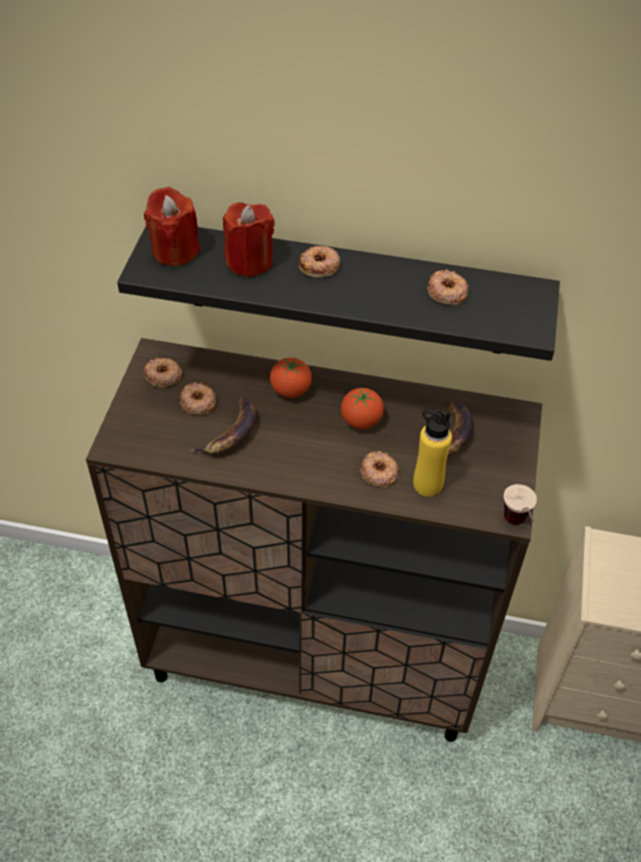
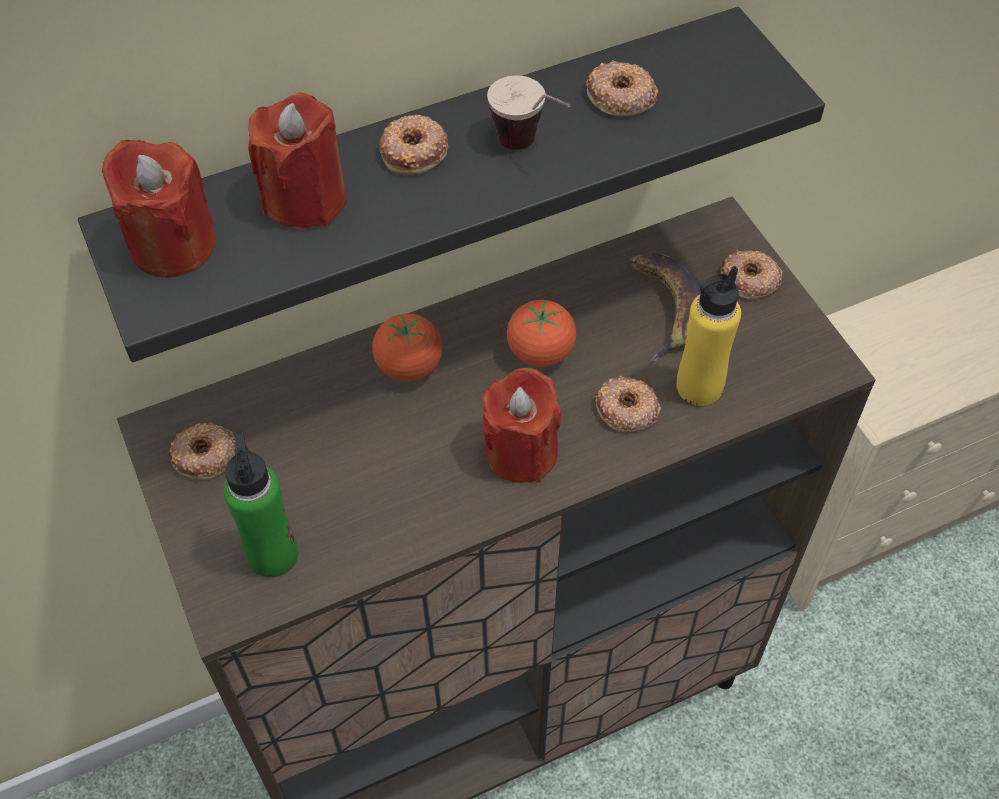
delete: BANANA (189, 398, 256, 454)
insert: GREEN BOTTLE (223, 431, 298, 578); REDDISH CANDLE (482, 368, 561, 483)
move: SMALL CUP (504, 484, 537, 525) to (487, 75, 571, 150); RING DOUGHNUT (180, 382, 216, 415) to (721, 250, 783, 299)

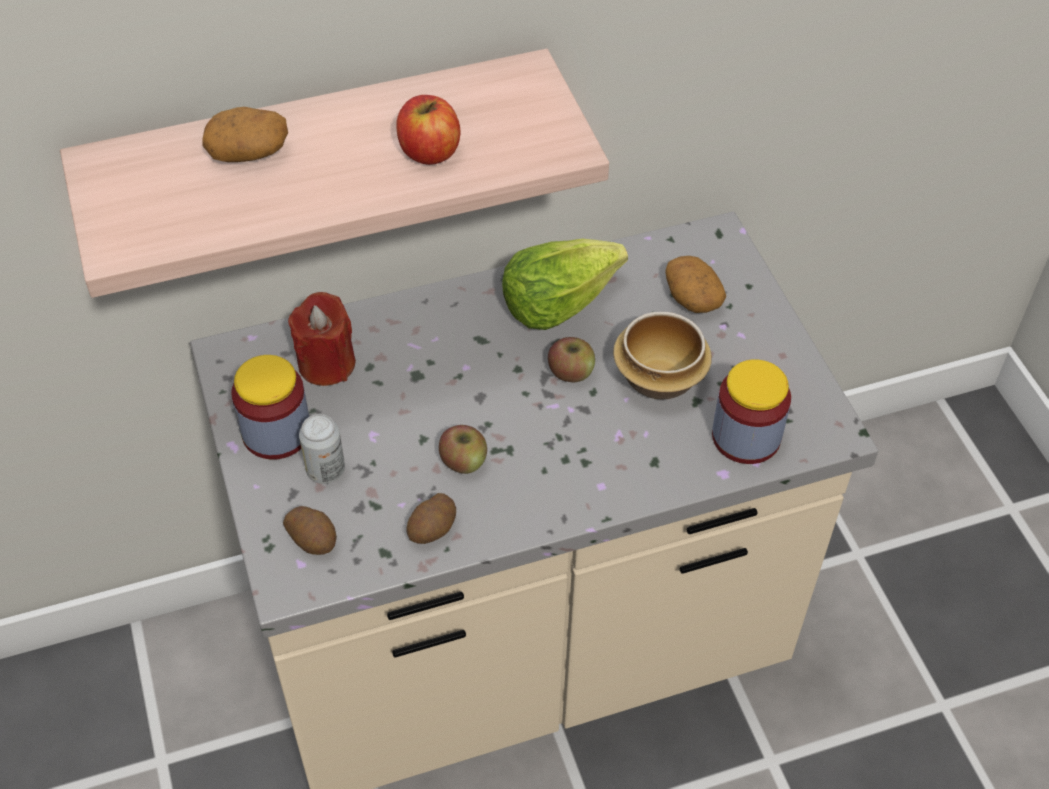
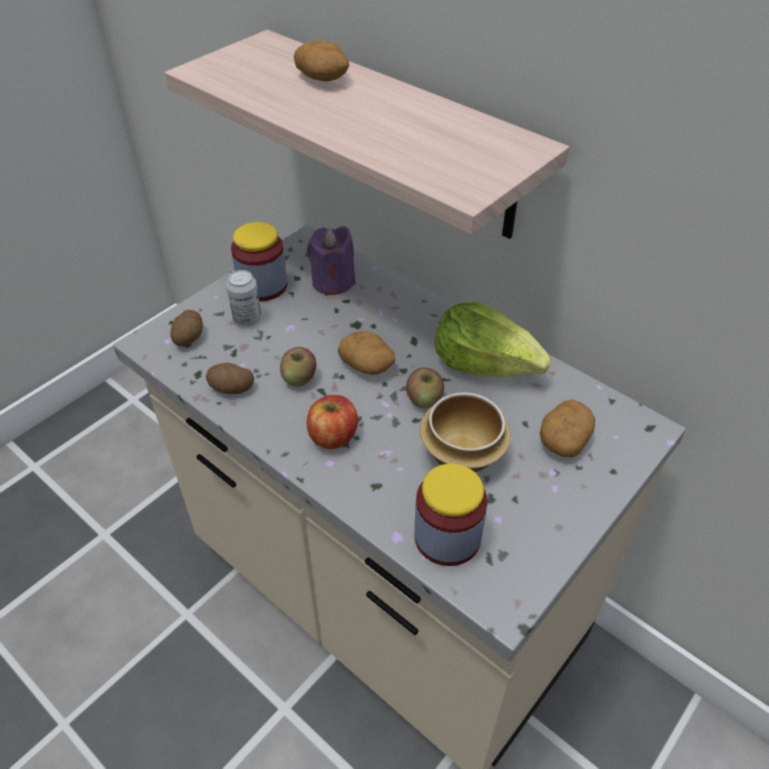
insert: SPUD (338, 331, 395, 375)
move: WHOLE APPLE (397, 95, 461, 165) to (307, 395, 358, 449)
recolor: REDDISH CANDLE (288, 292, 356, 386) to PURPLE CANDLE (307, 226, 356, 296)

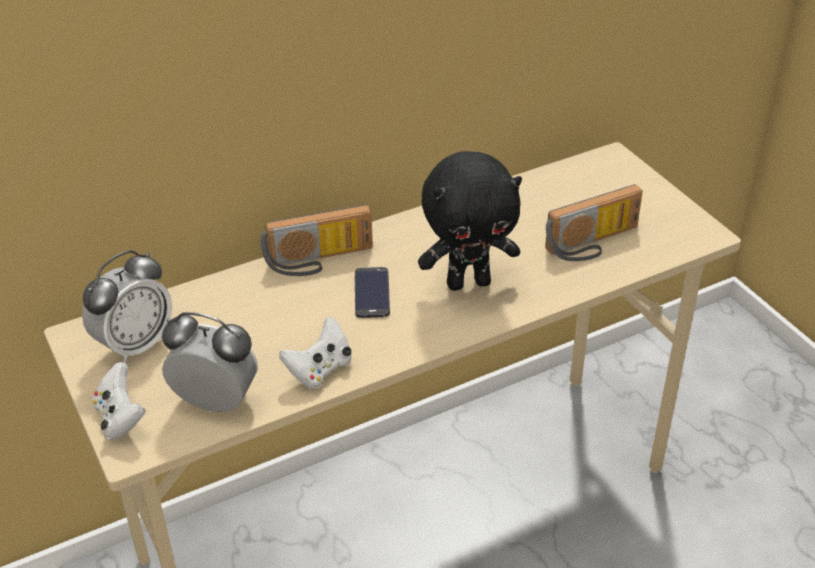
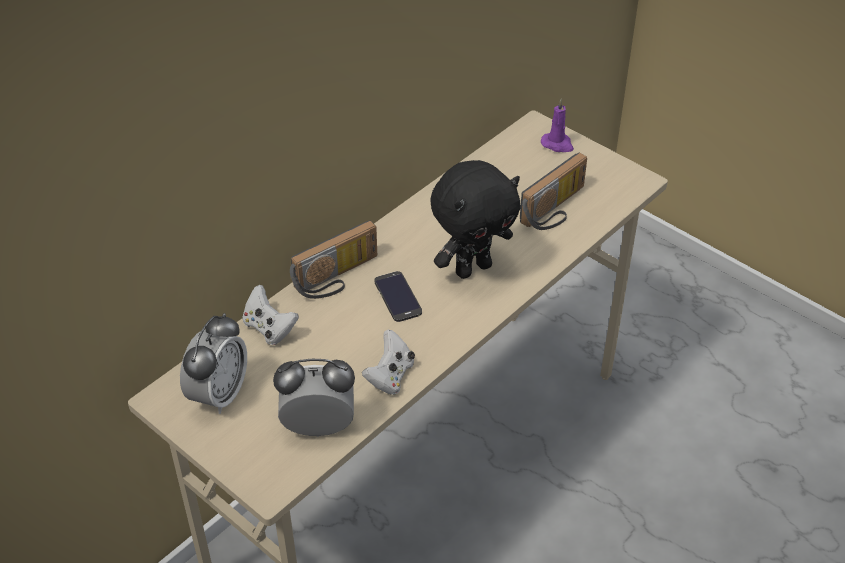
insert: PURPLE CANDLE (541, 99, 574, 152)
move: WHITISH GAME CONTROLLER (92, 362, 146, 440) to (242, 285, 299, 345)

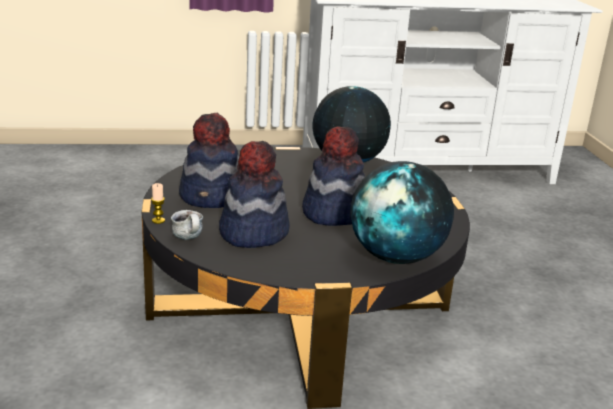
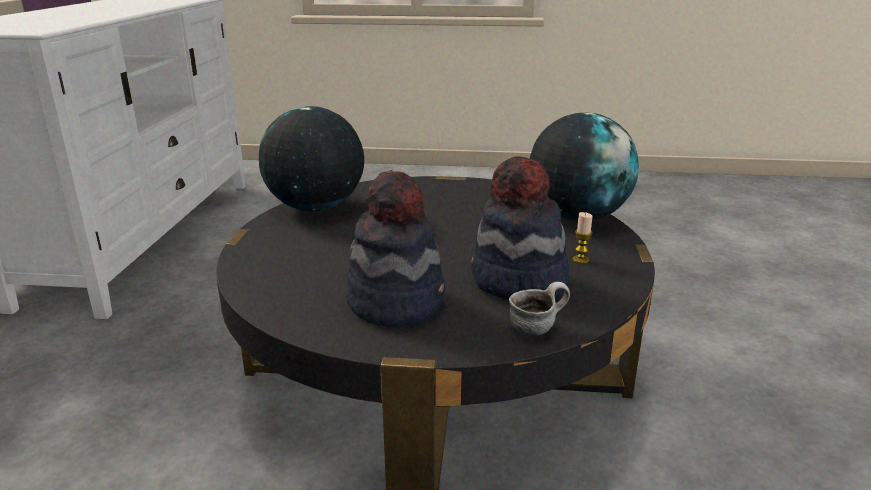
delete: CLOTHING HAT (302, 126, 365, 226)
move: CANDLE (151, 183, 165, 224) to (573, 212, 593, 264)

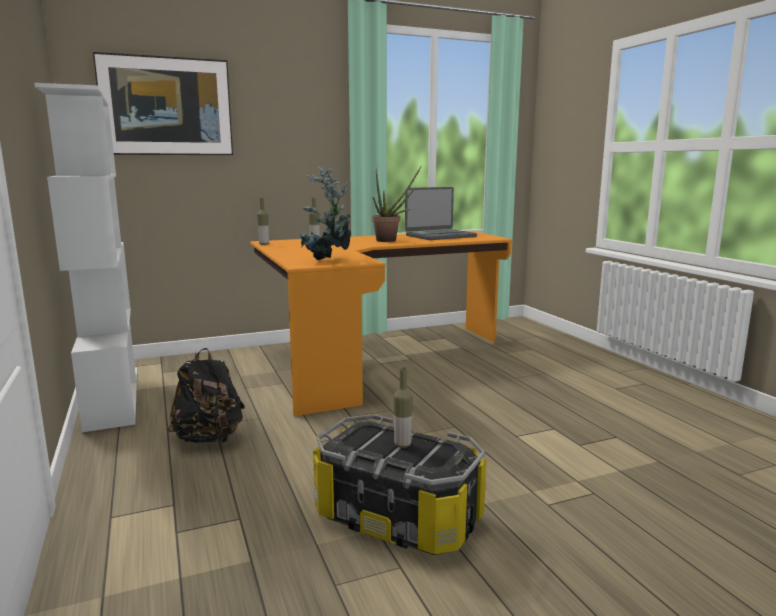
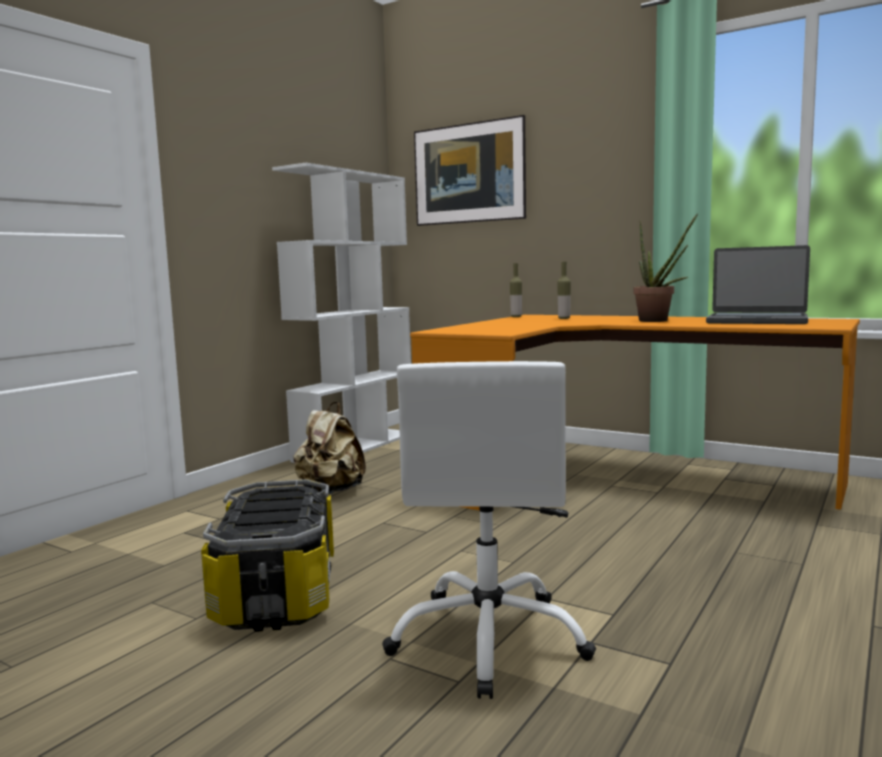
delete: PLANT IN A POT (300, 166, 351, 260); BOTTLE (394, 367, 413, 448)
insert: WHITISH DESK CHAIR (382, 361, 596, 699)
recolor: BLACK RUCKSACK (167, 348, 245, 443) to SAND-COLOURED RUCKSACK (294, 402, 366, 494)

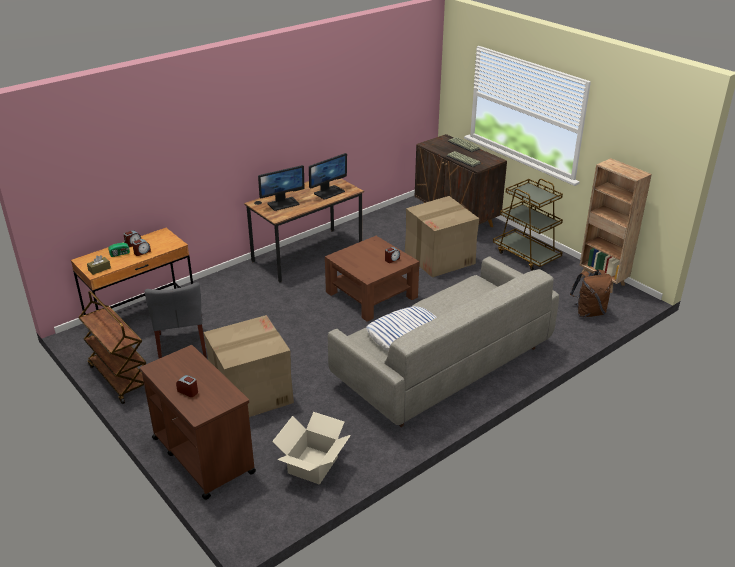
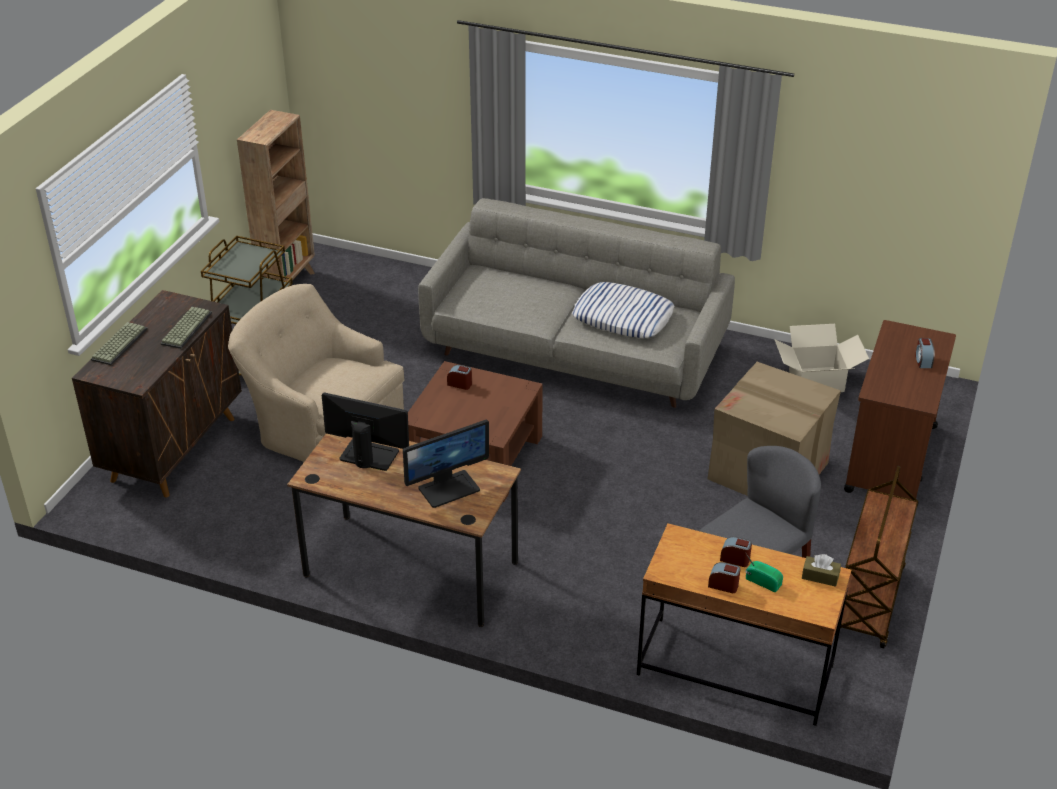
delete: BROWNISH RUCKSACK (570, 269, 612, 317)
replace: CARDBOARD BOX (405, 196, 479, 277) to SAND-COLOURED ARMCHAIR (228, 284, 404, 462)
rotate: COMPUTER DISPLAY (258, 165, 304, 211) = (403, 419, 489, 508) 120 degrees clockwise

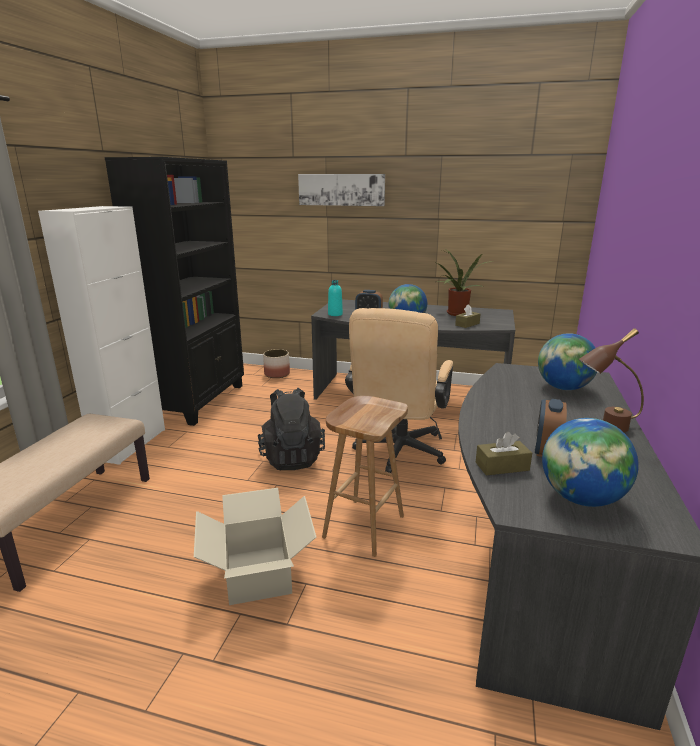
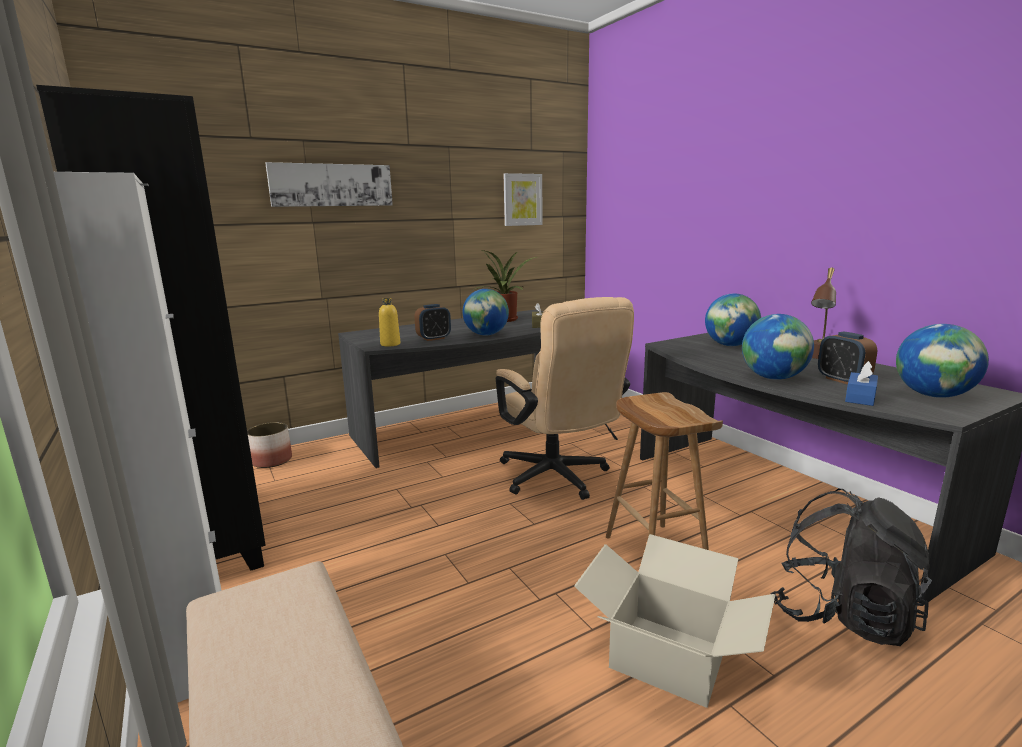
insert: WALL PICTURE (504, 173, 542, 226); DESK GLOBE (742, 314, 814, 380)
move: BLACK RUCKSACK (258, 388, 325, 470) to (770, 489, 932, 646)
recolor: TURQUOISE-COLOURED BOTTLE (328, 280, 343, 316) to YELLOW-COLOURED BOTTLE (379, 298, 400, 347); BROWNISH BOX OF TISSUES (476, 432, 532, 475) to BLUE BOX OF TISSUES (845, 361, 878, 406)

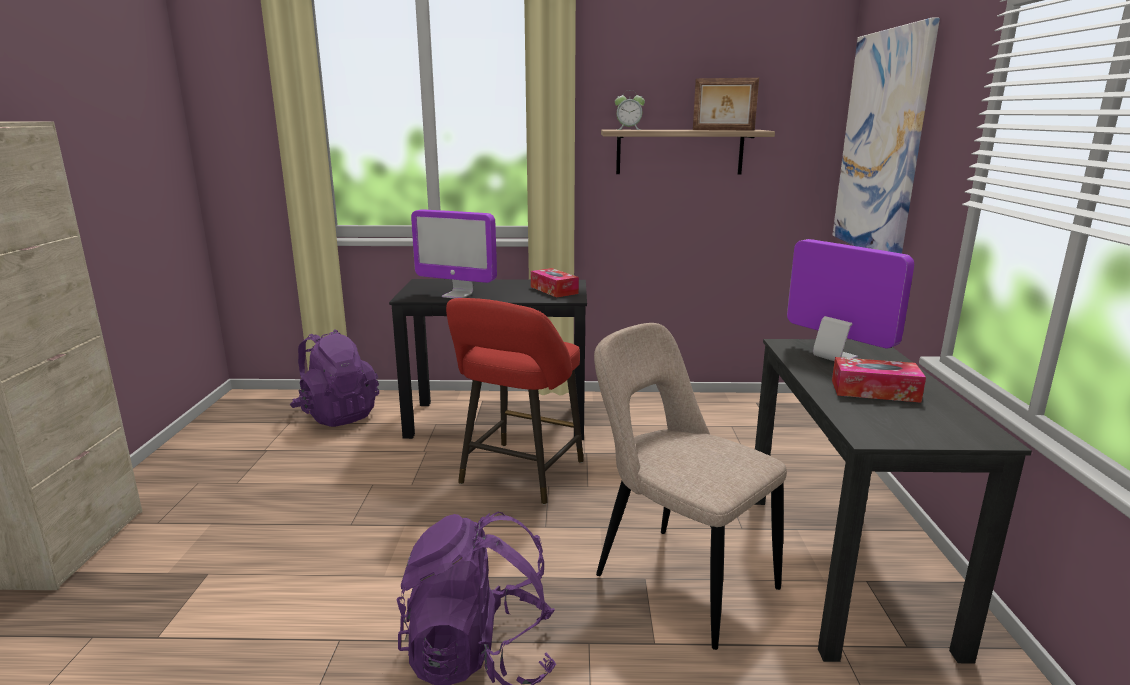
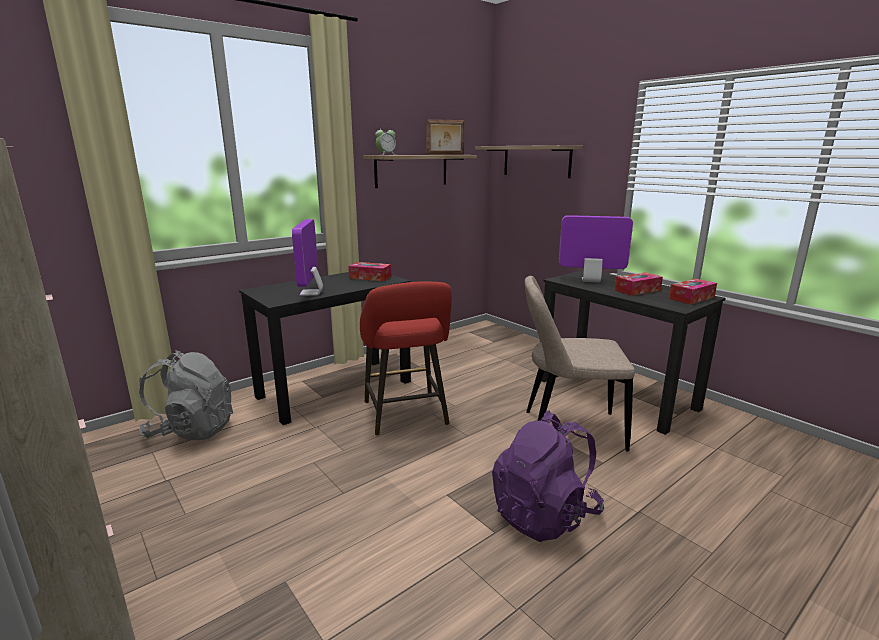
insert: BOX OF TISSUES (669, 279, 717, 304)
replace: WALL PICTURE (833, 18, 940, 254) to BRACKET SHELF (475, 145, 583, 178)
recolor: PURPLE RUCKSACK (290, 329, 379, 427) to GREY RUCKSACK (139, 351, 233, 440)
rotate: COMPUTER DISPLAY (411, 209, 497, 299) = (292, 219, 323, 296) 105 degrees clockwise

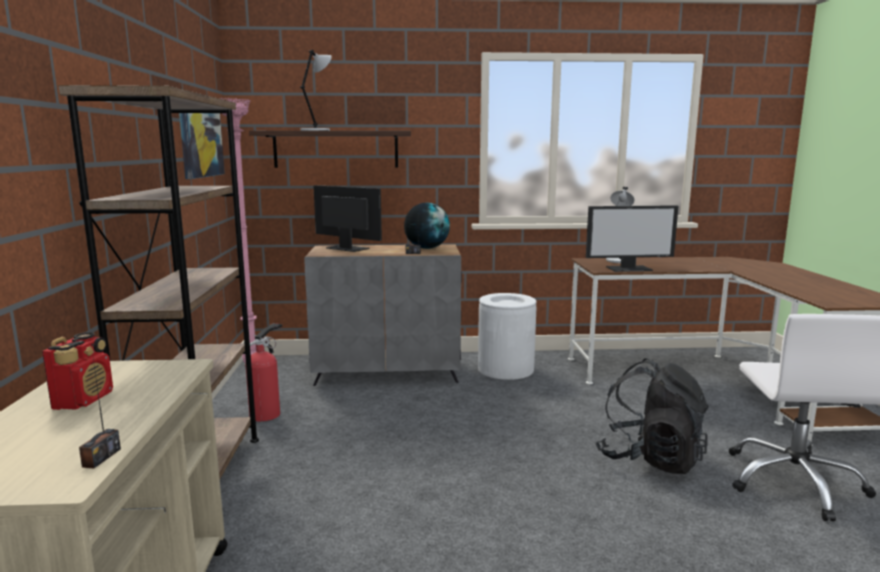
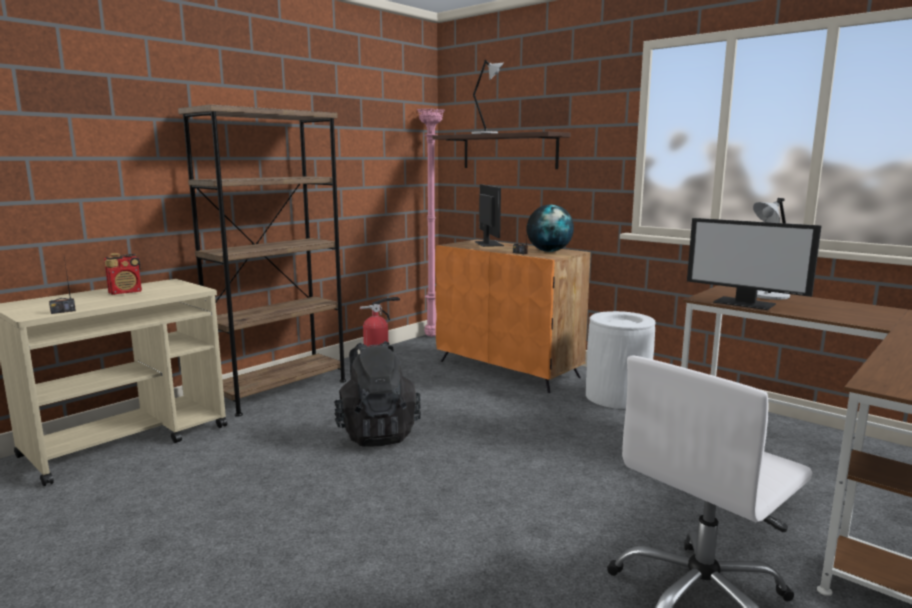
delete: WALL PICTURE (179, 113, 225, 179)
move: BLACK RUCKSACK (595, 358, 709, 474) to (334, 341, 421, 447)
recolor: GREY STORAGE CABINET (304, 244, 462, 386) to ORANGE STORAGE CABINET (435, 240, 590, 393)

